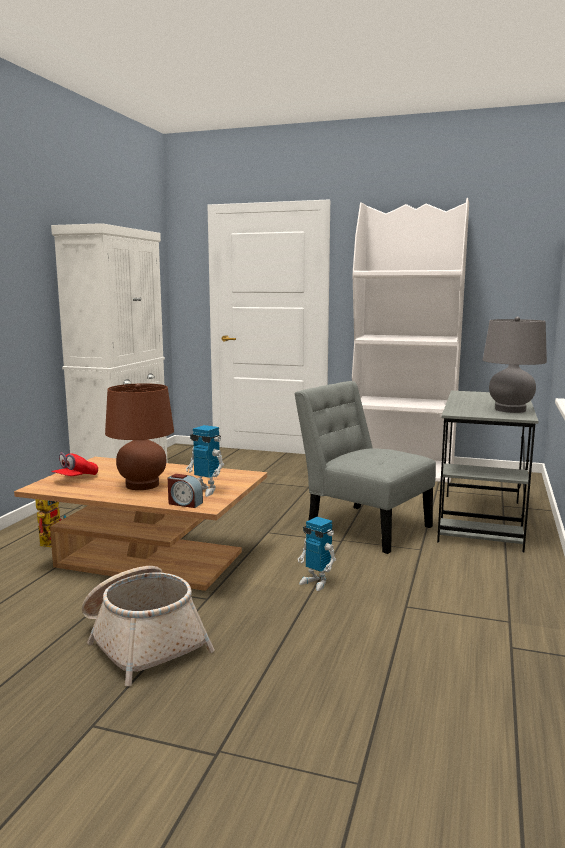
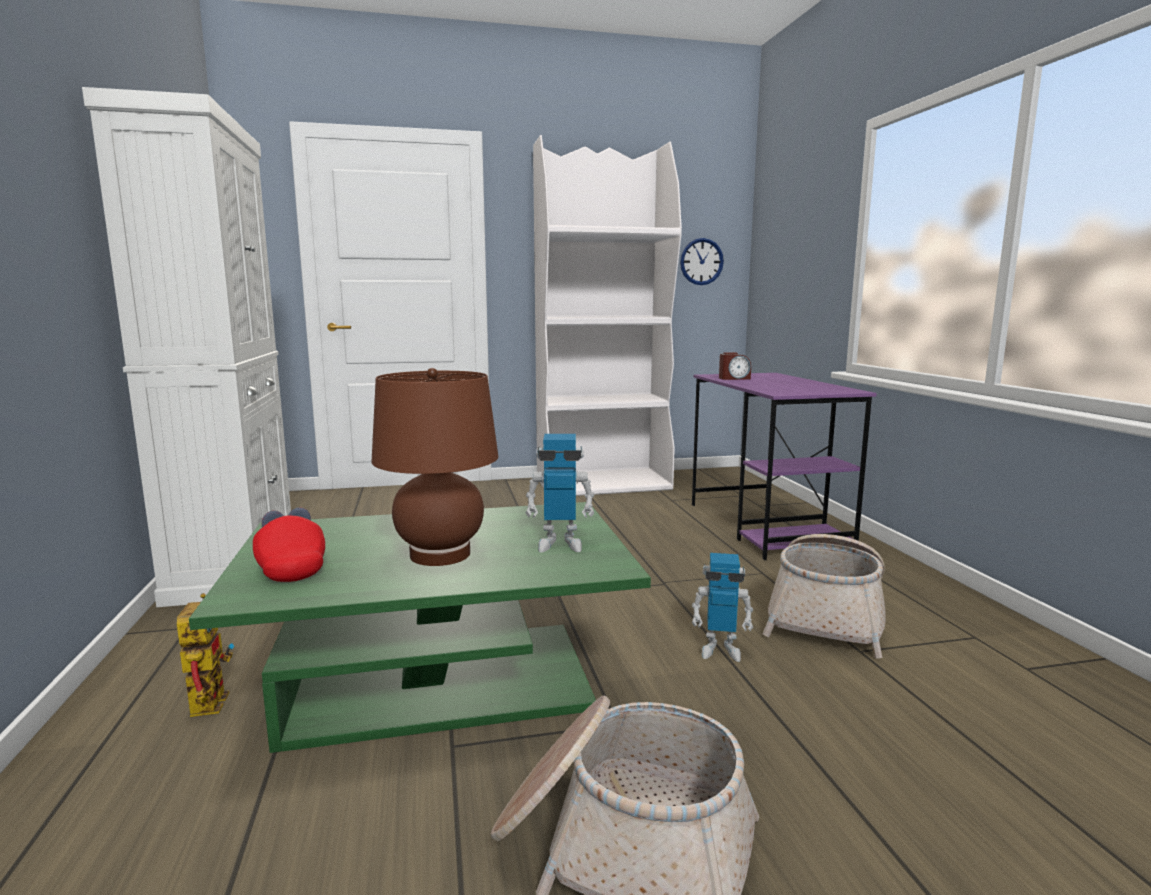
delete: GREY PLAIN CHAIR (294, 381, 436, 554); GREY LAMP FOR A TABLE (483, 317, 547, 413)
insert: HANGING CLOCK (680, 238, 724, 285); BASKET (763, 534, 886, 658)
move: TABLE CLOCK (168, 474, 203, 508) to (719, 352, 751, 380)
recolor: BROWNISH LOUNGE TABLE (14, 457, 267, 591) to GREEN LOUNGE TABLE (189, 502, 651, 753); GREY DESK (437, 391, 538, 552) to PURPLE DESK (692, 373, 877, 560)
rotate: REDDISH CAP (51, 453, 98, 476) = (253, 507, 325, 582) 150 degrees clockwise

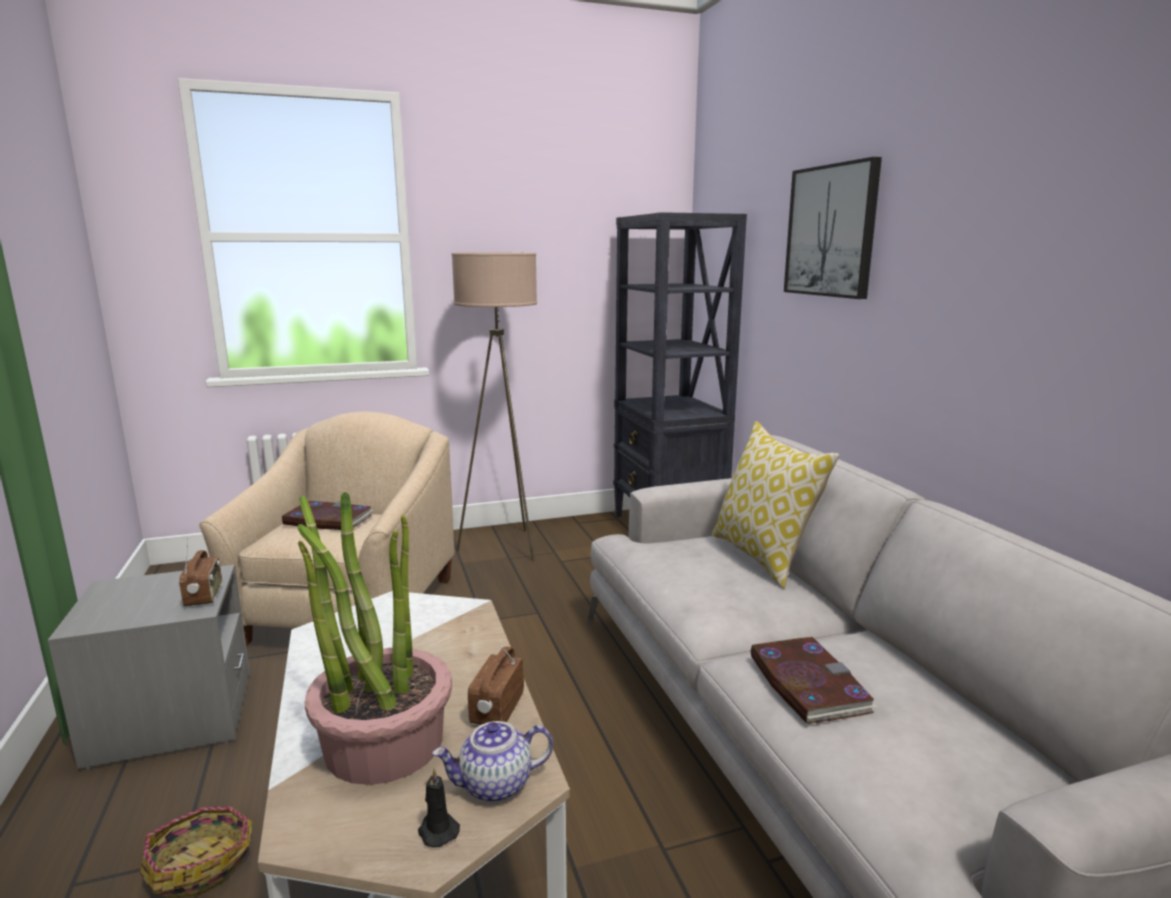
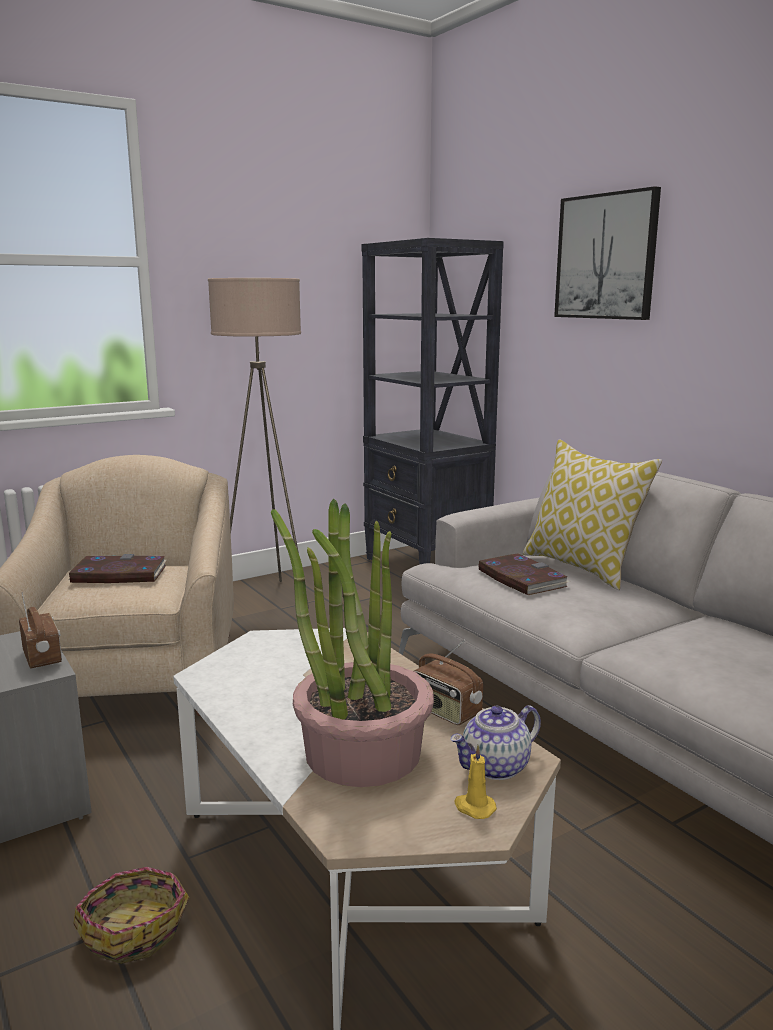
move: BOOK (750, 637, 878, 724) to (478, 553, 570, 595)
recolor: BLACK CANDLE (418, 768, 460, 847) to YELLOW-COLOURED CANDLE (454, 745, 497, 819)
rotate: RADIO (468, 646, 524, 725) = (414, 639, 483, 725) 45 degrees counterclockwise

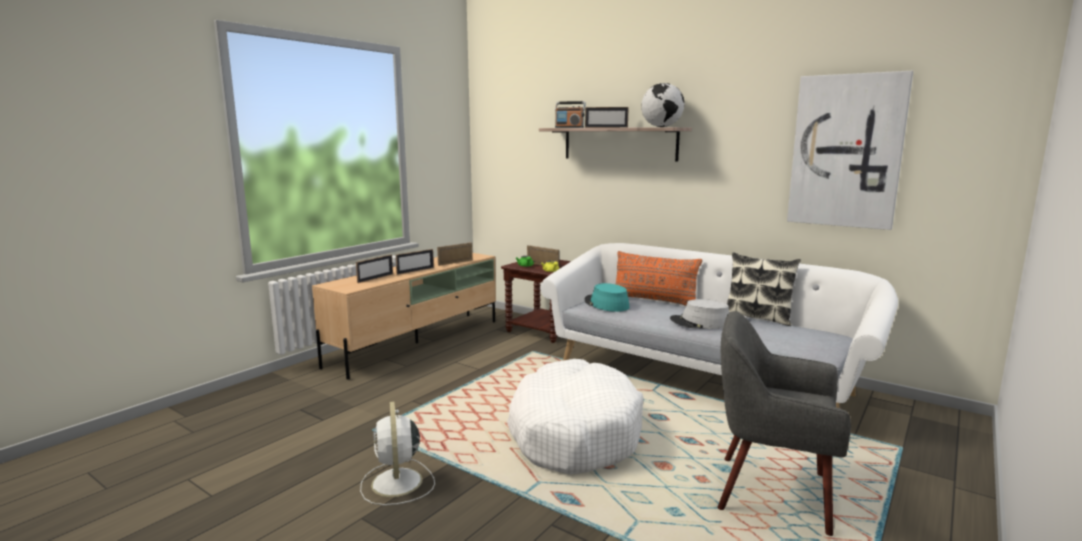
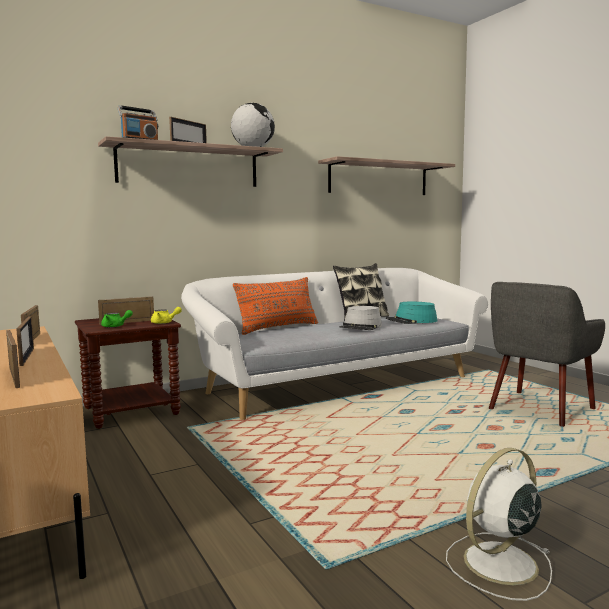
delete: WHITISH PET BED (507, 359, 643, 475)
move: TURQUOISE-COLOURED CLOTHING HAT (584, 283, 630, 312) to (386, 302, 437, 324)
replace: WALL PICTURE (787, 71, 913, 230) to BRACKET SHELF (318, 156, 455, 195)
rotate: WHITISH COOLING FAN (360, 401, 435, 505) = (446, 448, 552, 601) 135 degrees clockwise

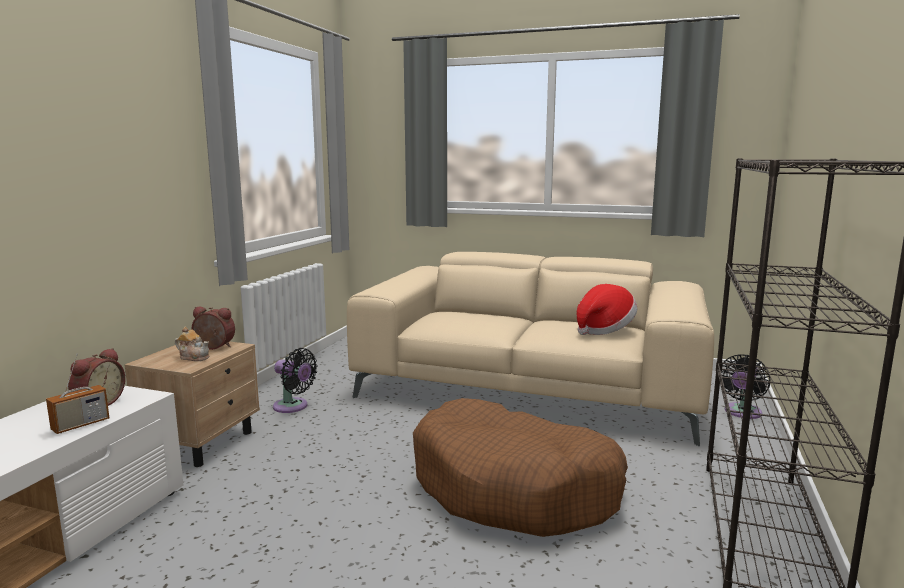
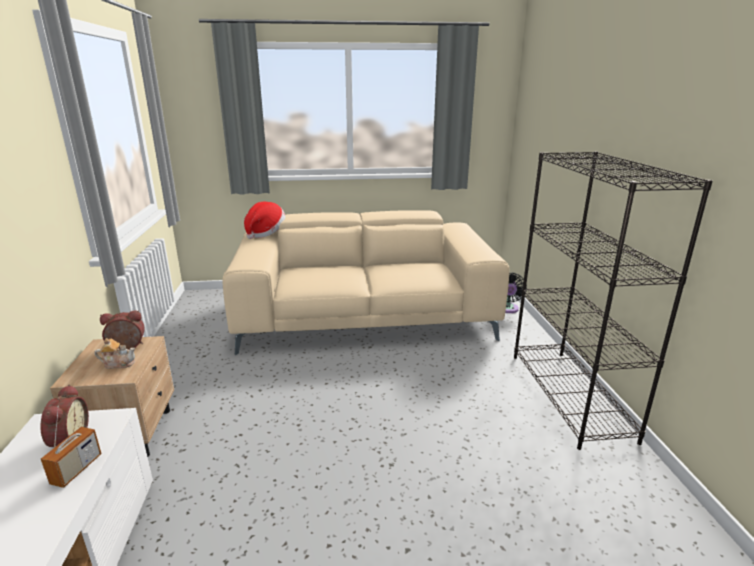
delete: BLACK COOLING FAN (273, 348, 318, 413); BROWNISH PET BED (413, 398, 628, 537)
move: CLOTHING HAT (577, 284, 637, 335) to (244, 202, 285, 239)

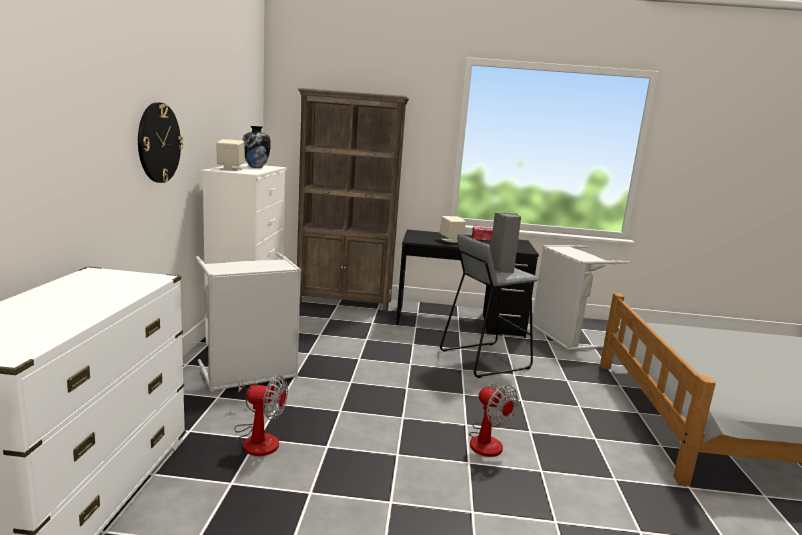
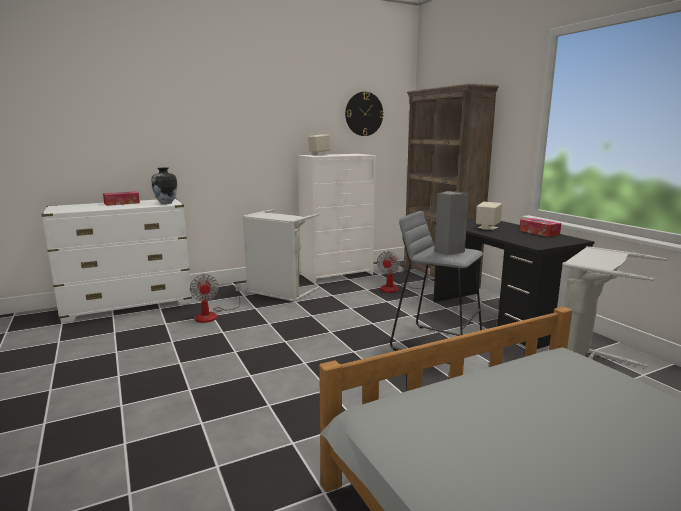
insert: BOX OF TISSUES (103, 191, 140, 206)
move: FLOWER VASE (243, 126, 271, 168) to (151, 168, 177, 204); HANGING CLOCK (138, 102, 183, 183) to (345, 92, 384, 136); COOLING FAN (469, 382, 519, 457) to (377, 251, 431, 293)

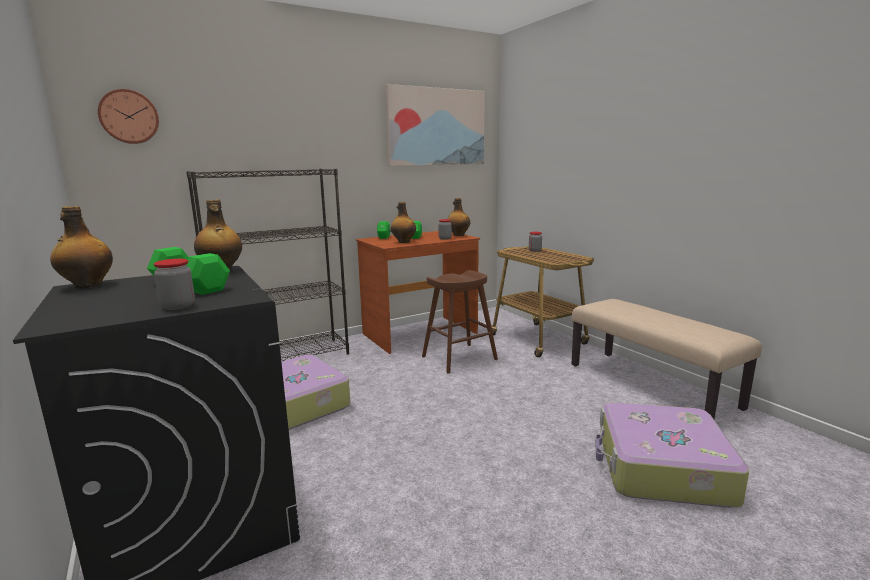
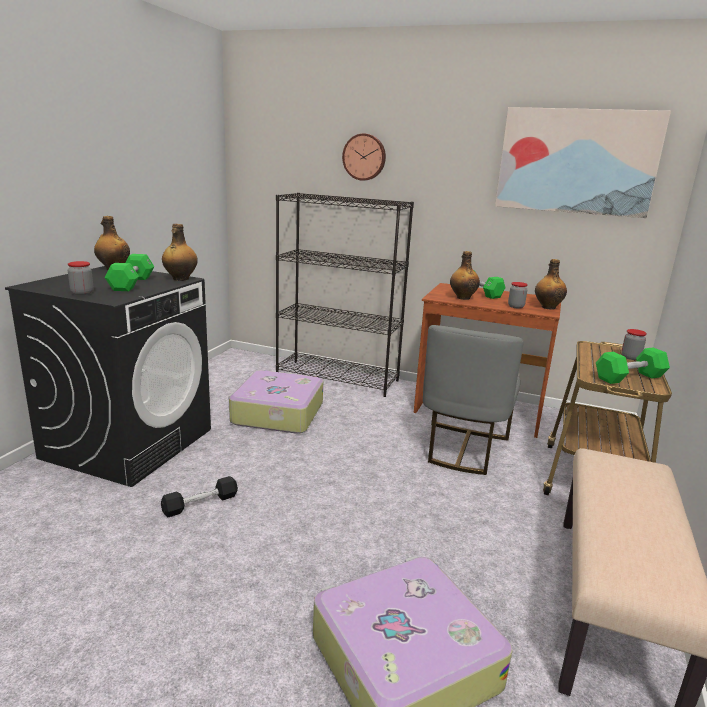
insert: BLACK HAND WEIGHT (161, 476, 238, 517); GREEN HAND WEIGHT (596, 347, 670, 384)
move: HANGING CLOCK (98, 89, 159, 144) to (342, 133, 386, 181)
replace: BROWNISH STOOL (422, 270, 498, 374) to GREY PLAIN CHAIR (423, 325, 524, 475)

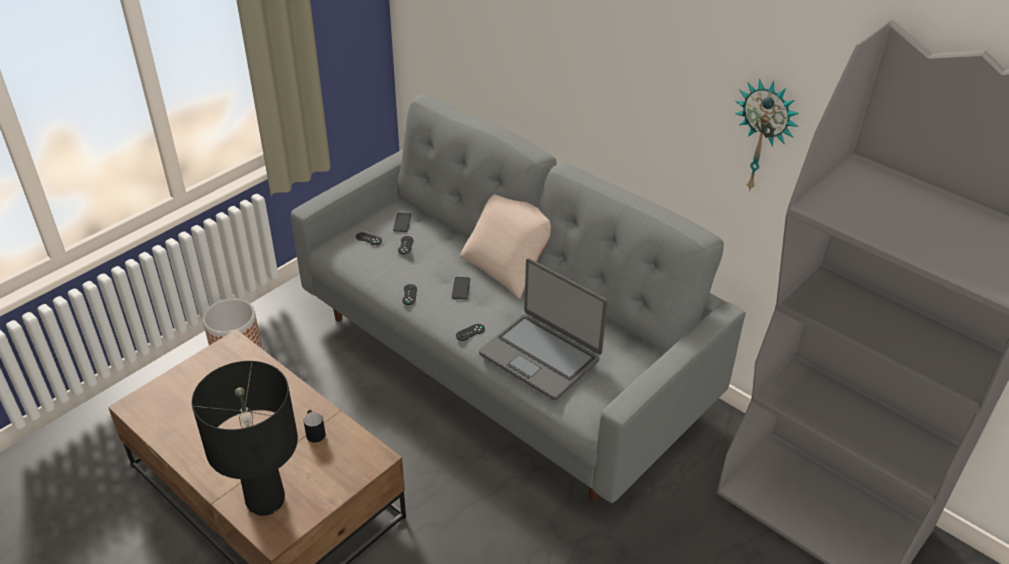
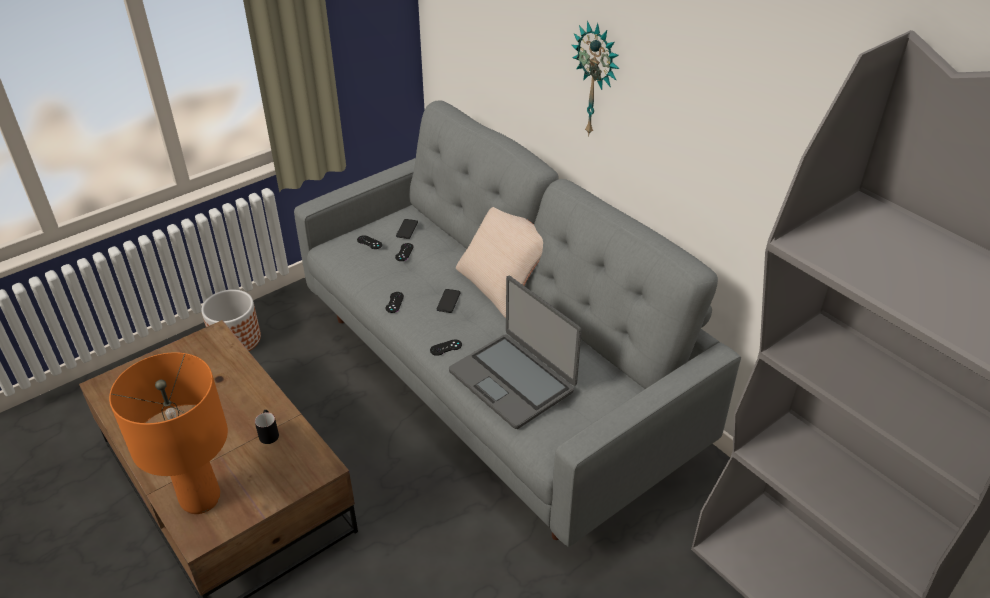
move: HANGING CLOCK (735, 78, 799, 192) to (572, 21, 619, 136)
recolor: BLACK LAMP FOR A TABLE (192, 361, 298, 516) to ORANGE LAMP FOR A TABLE (109, 352, 228, 514)

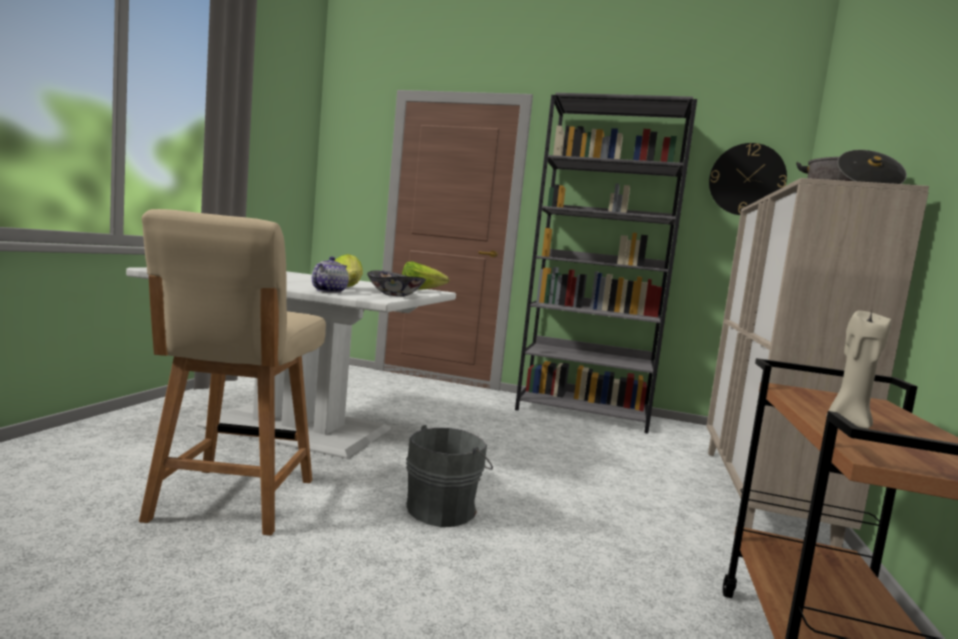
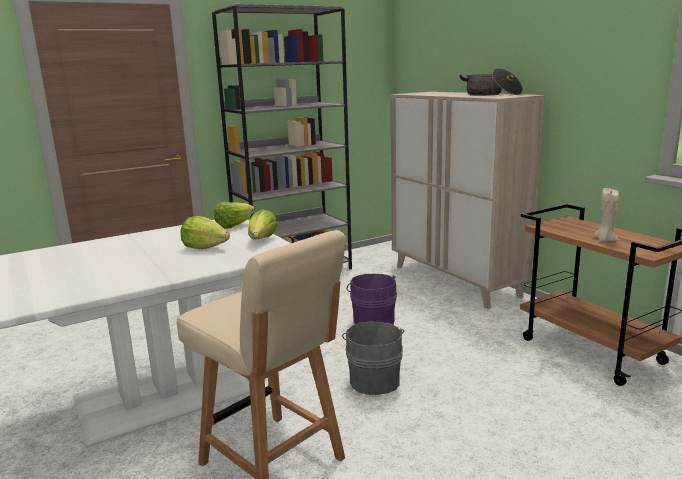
delete: POT FOR TEA (312, 257, 349, 293); HANGING CLOCK (709, 143, 787, 215)
insert: PURPLE PAIL (347, 274, 397, 325)
replace: SERVING BOWL (367, 270, 426, 297) to HEAD OF LETTUCE (248, 209, 278, 239)

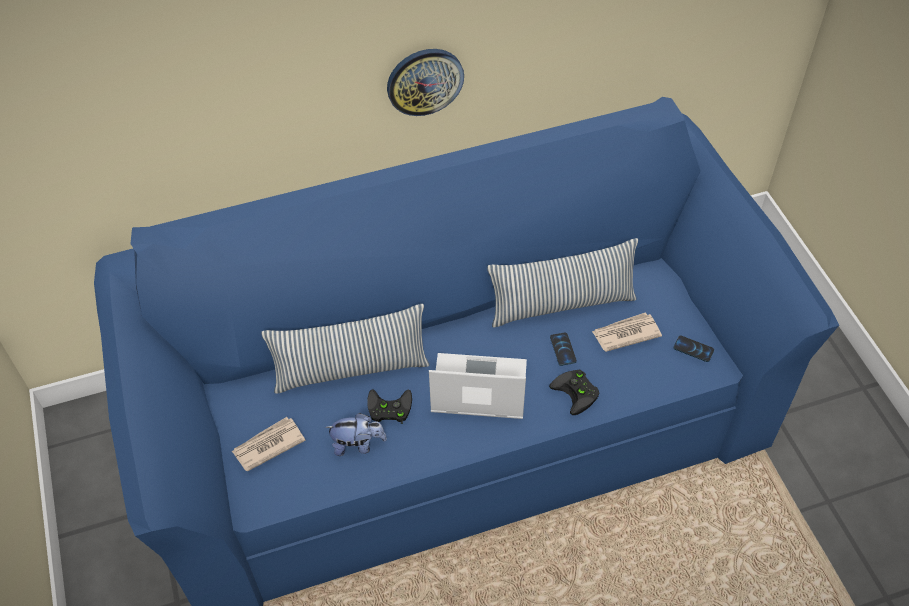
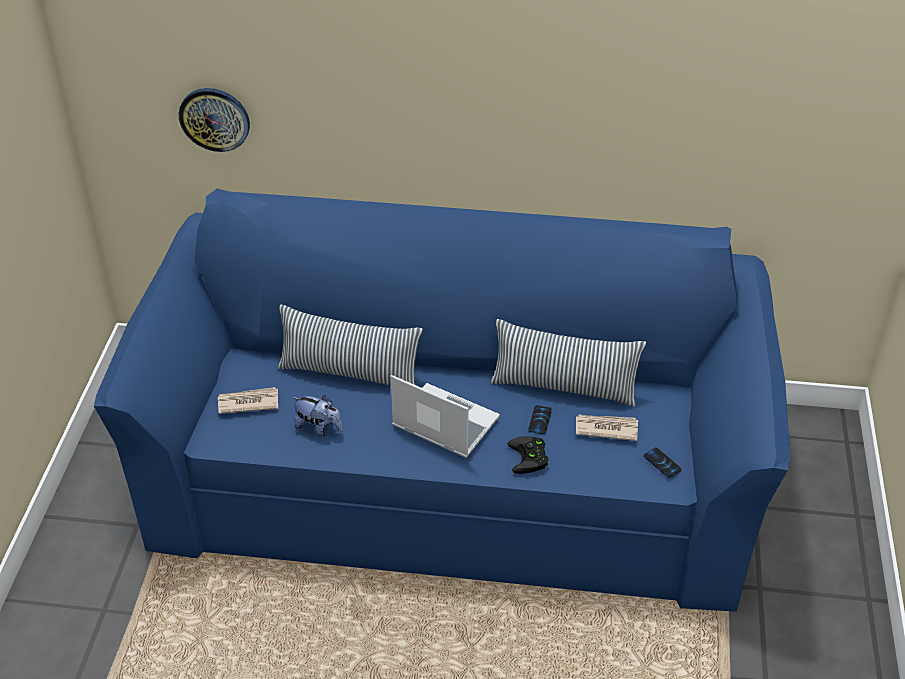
delete: BLACK GAME CONTROLLER (367, 389, 412, 424)
move: HANGING CLOCK (387, 49, 464, 116) to (179, 88, 250, 152)

